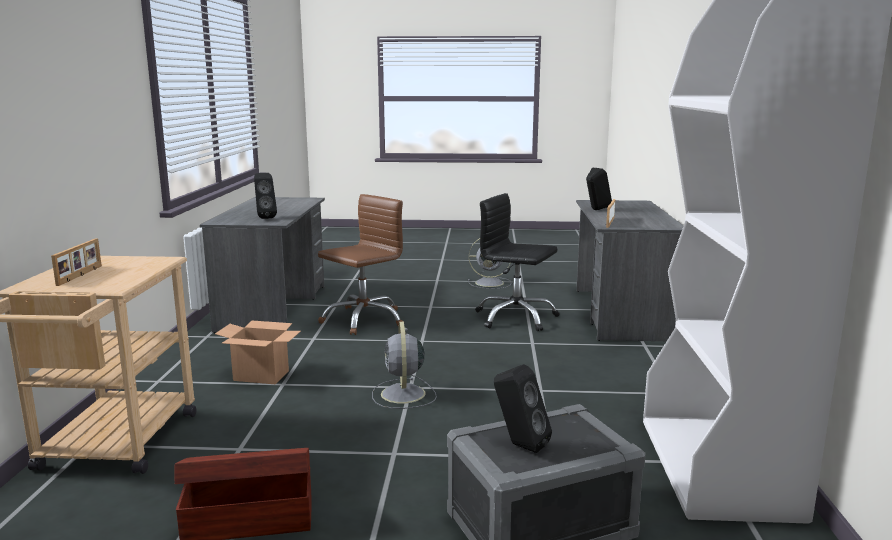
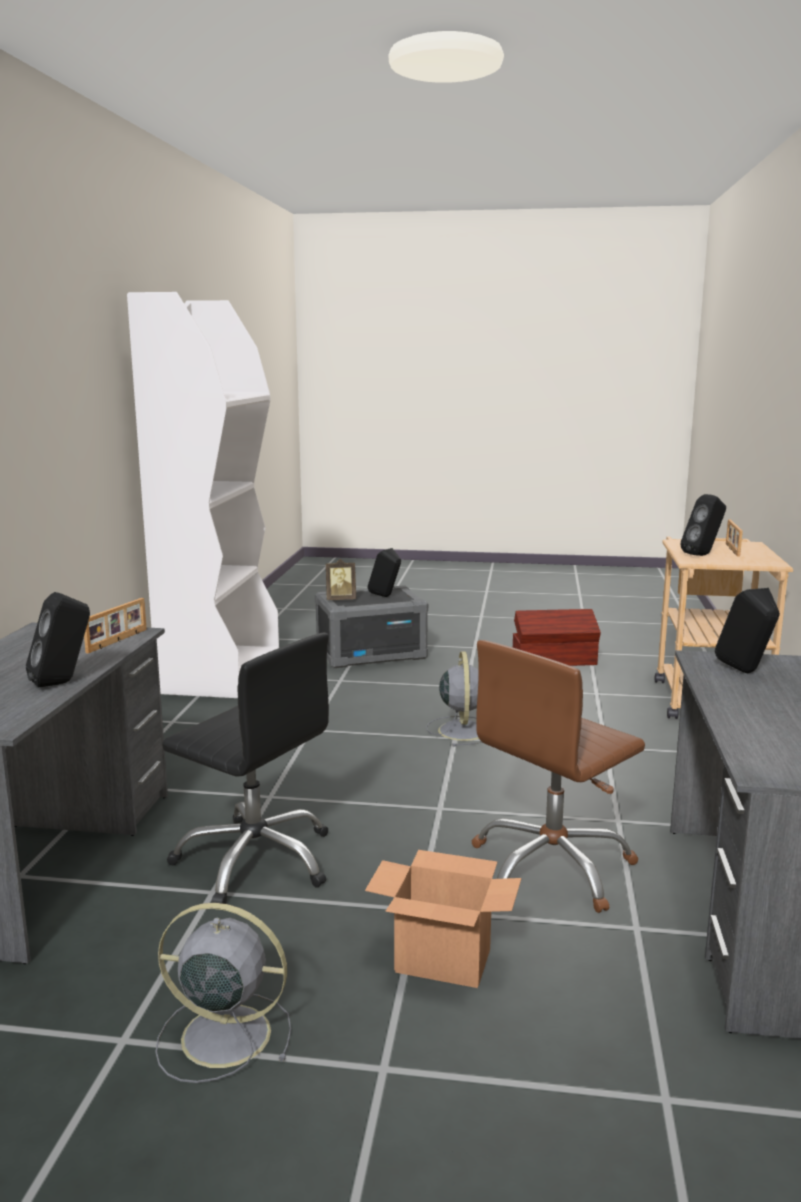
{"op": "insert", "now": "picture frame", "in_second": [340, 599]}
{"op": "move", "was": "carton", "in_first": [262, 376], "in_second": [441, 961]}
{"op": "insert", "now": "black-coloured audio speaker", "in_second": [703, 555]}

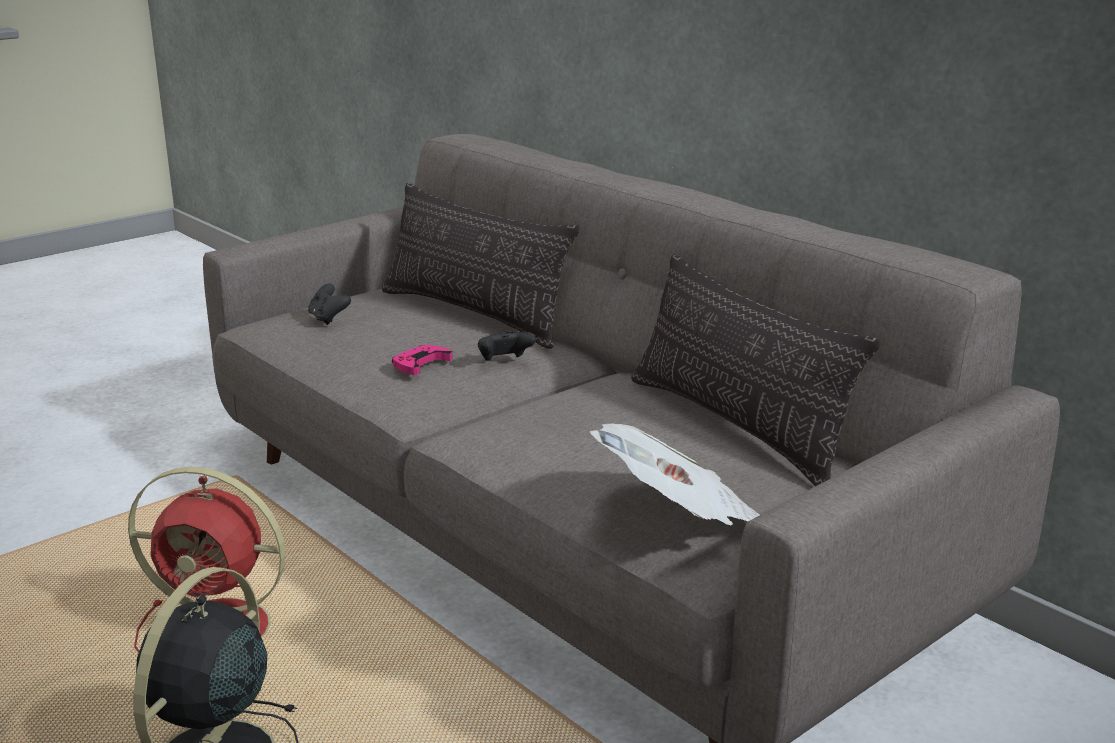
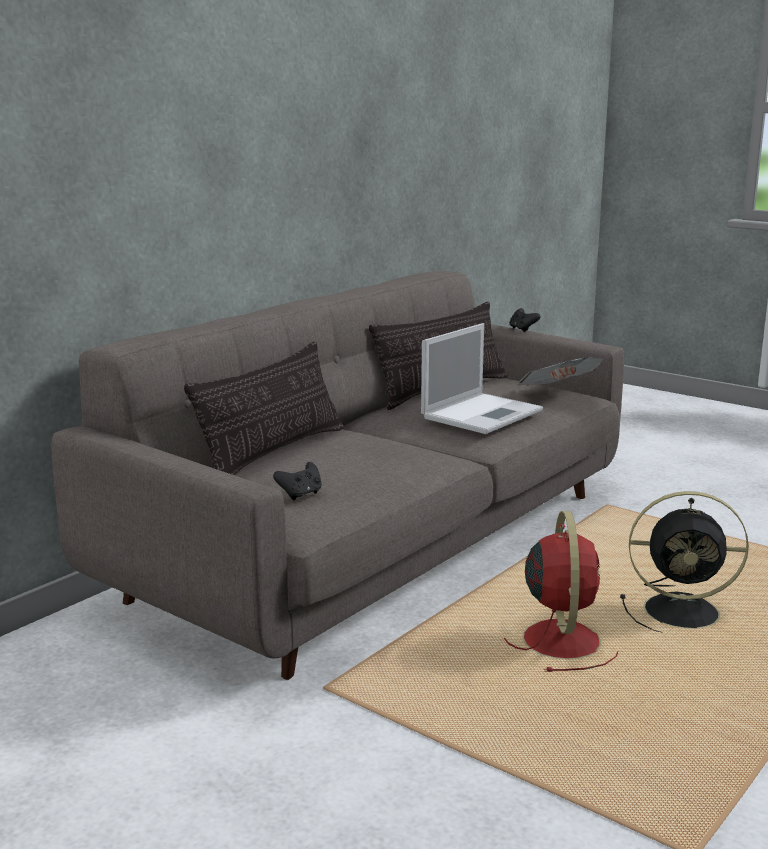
{"op": "insert", "now": "notebook computer", "in_second": [483, 413]}
{"op": "move", "was": "black-coloured joypad", "in_first": [505, 361], "in_second": [522, 330]}
{"op": "delete", "was": "pink-coloured joypad", "in_first": [420, 364]}

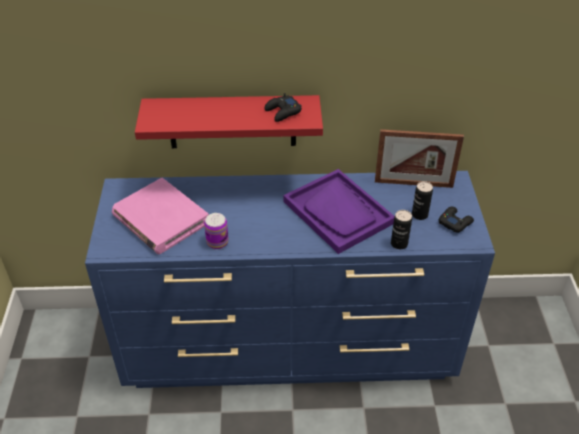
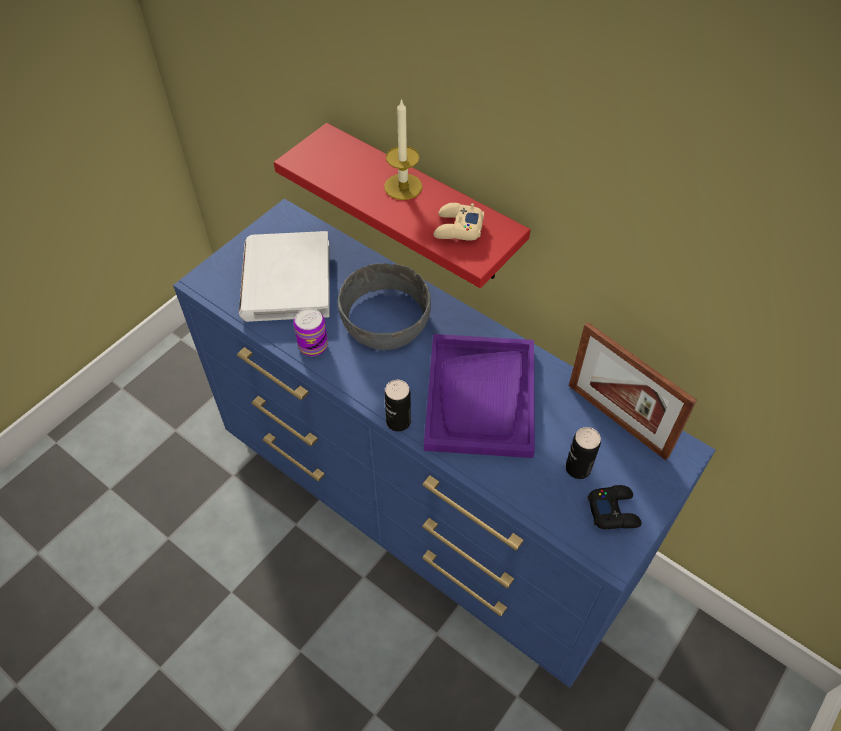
{"op": "recolor", "was": "pink-coloured book", "now": "whitish book", "in_first": [160, 219], "in_second": [286, 280]}
{"op": "insert", "now": "grey bowl", "in_second": [385, 320]}
{"op": "insert", "now": "wax candle", "in_second": [403, 187]}
{"op": "move", "was": "metal can", "in_first": [399, 244], "in_second": [398, 421]}
{"op": "recolor", "was": "black-coloured joypad", "now": "sand-coloured joypad", "in_first": [283, 112], "in_second": [457, 228]}

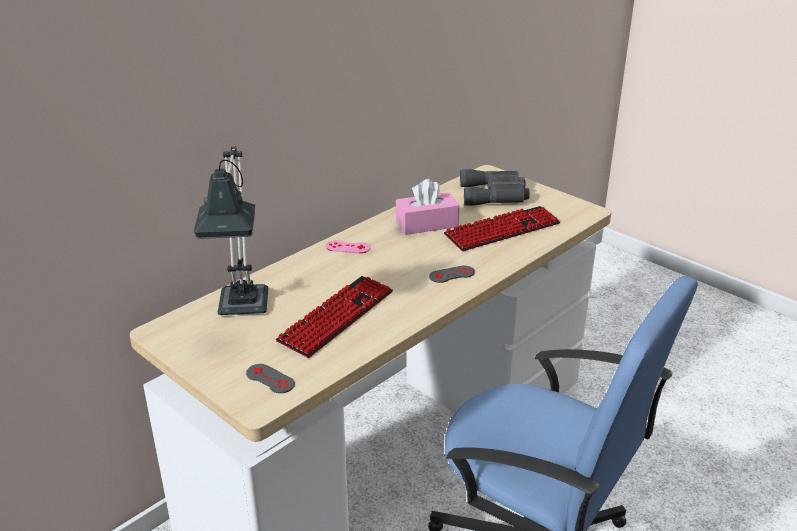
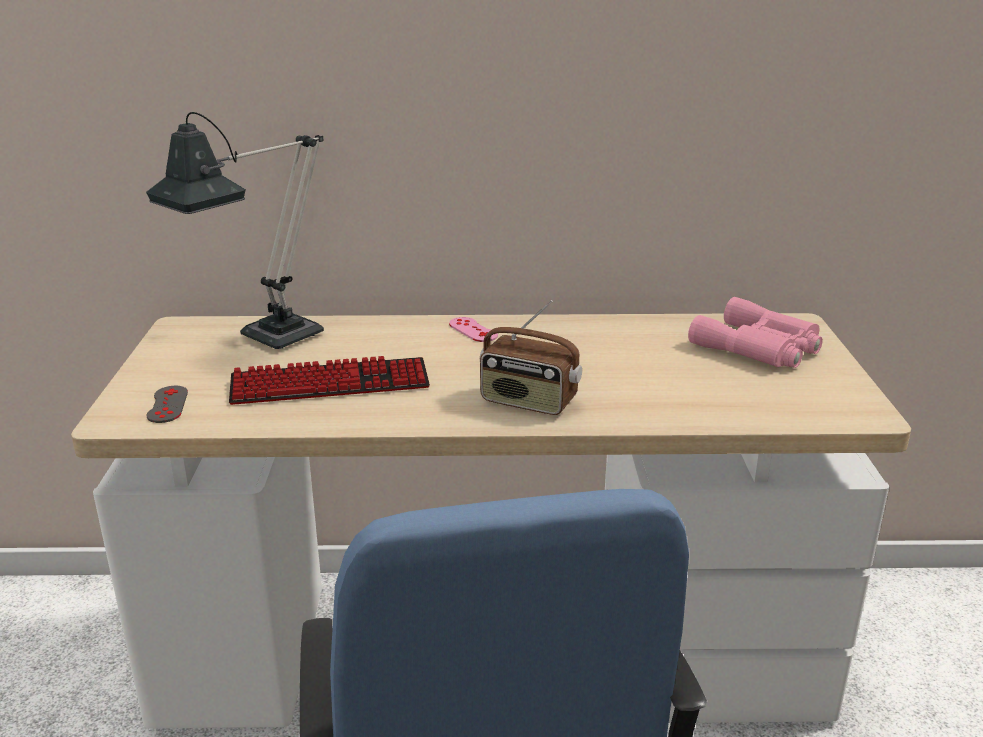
{"op": "replace", "was": "grey joypad", "now": "radio", "in_first": [452, 274], "in_second": [528, 402]}
{"op": "recolor", "was": "grey binoculars", "now": "pink-coloured binoculars", "in_first": [495, 194], "in_second": [759, 347]}
{"op": "delete", "was": "pink-coloured tissue holder", "in_first": [427, 224]}
{"op": "delete", "was": "PC keyboard", "in_first": [502, 230]}

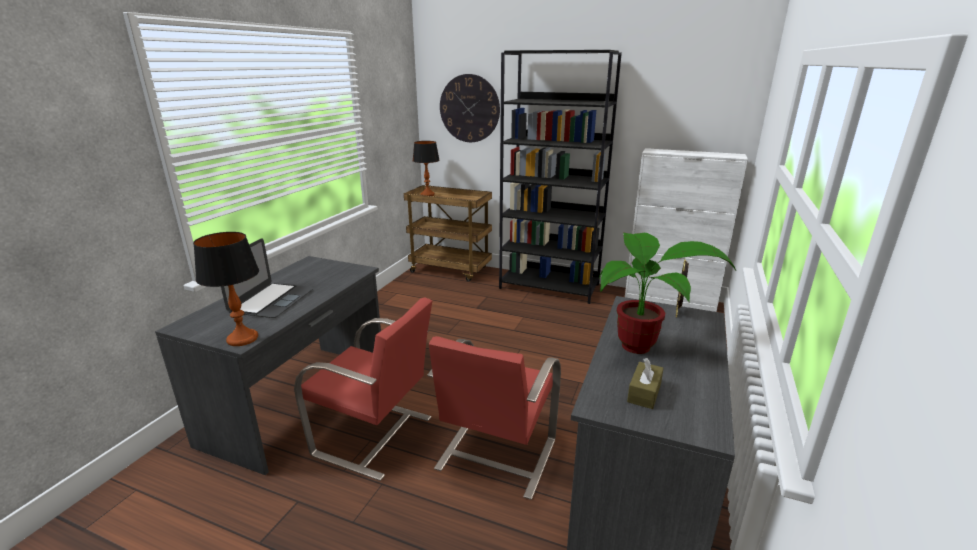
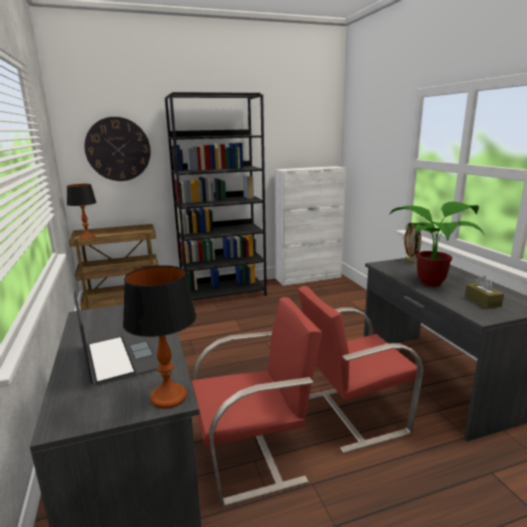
{"op": "rotate", "was": "red-coloured chair", "in_first": [495, 455], "in_second": [352, 414], "clockwise": 90}

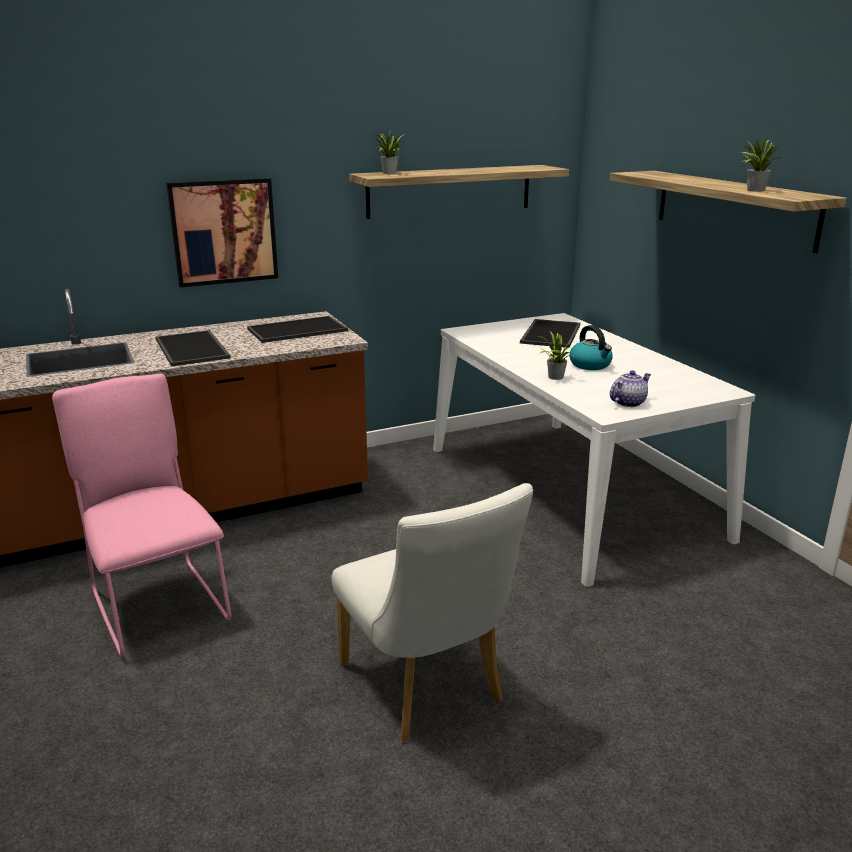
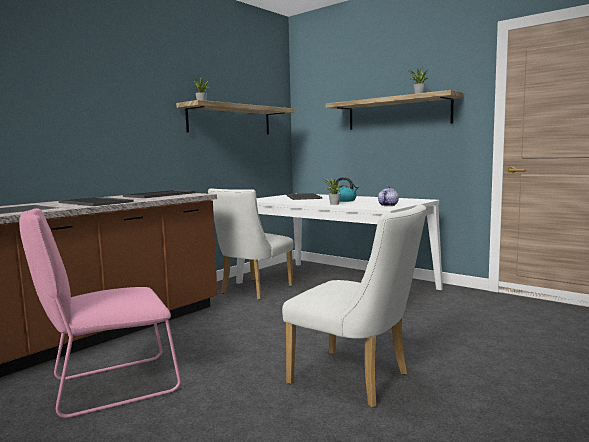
{"op": "rotate", "was": "pink-coloured chair", "in_first": [157, 603], "in_second": [109, 387], "clockwise": -60}
{"op": "insert", "now": "whitish chair", "in_second": [253, 291]}
{"op": "delete", "was": "picture", "in_first": [223, 231]}

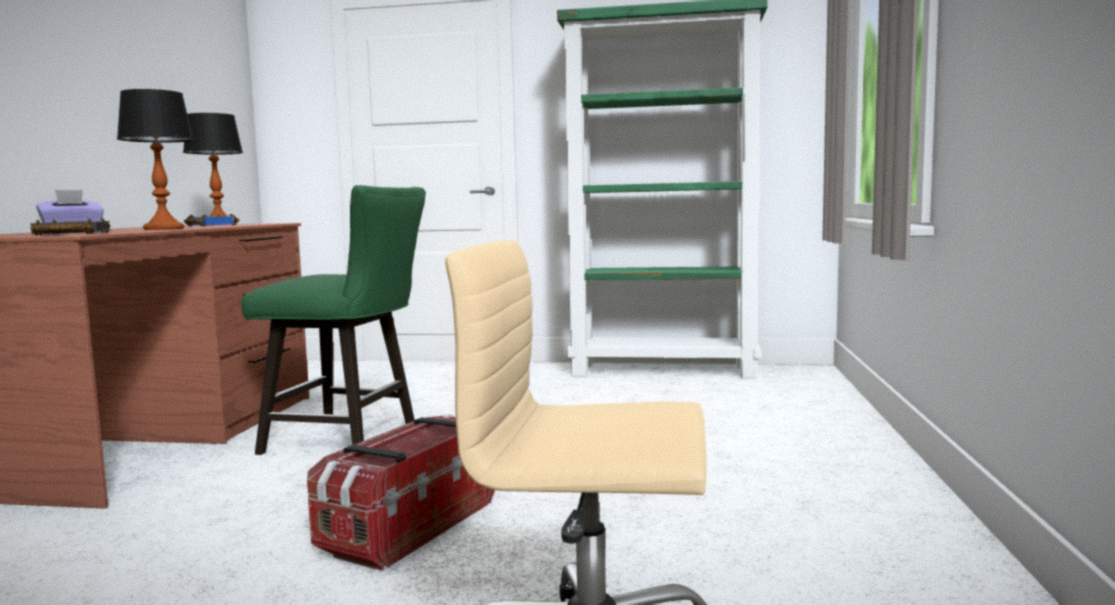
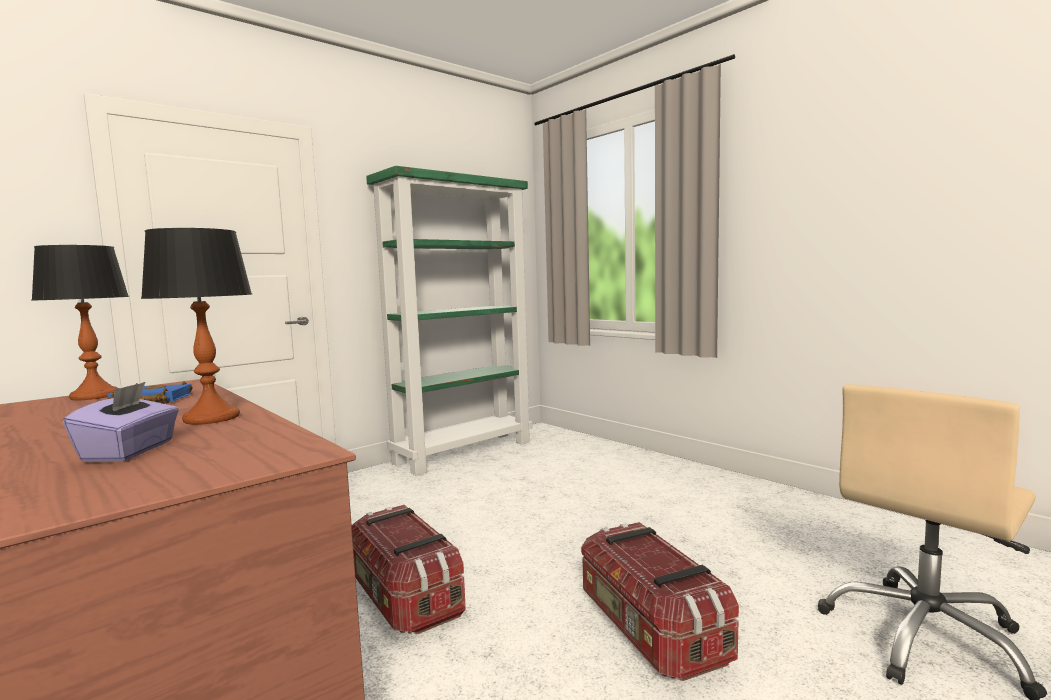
{"op": "replace", "was": "green-coloured chair", "now": "storage bin", "in_first": [351, 439], "in_second": [403, 596]}
{"op": "delete", "was": "black-coloured book", "in_first": [69, 234]}

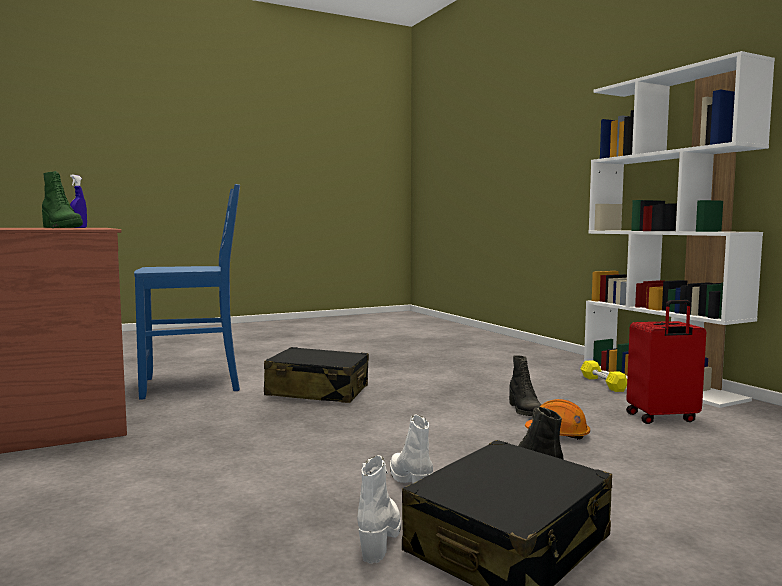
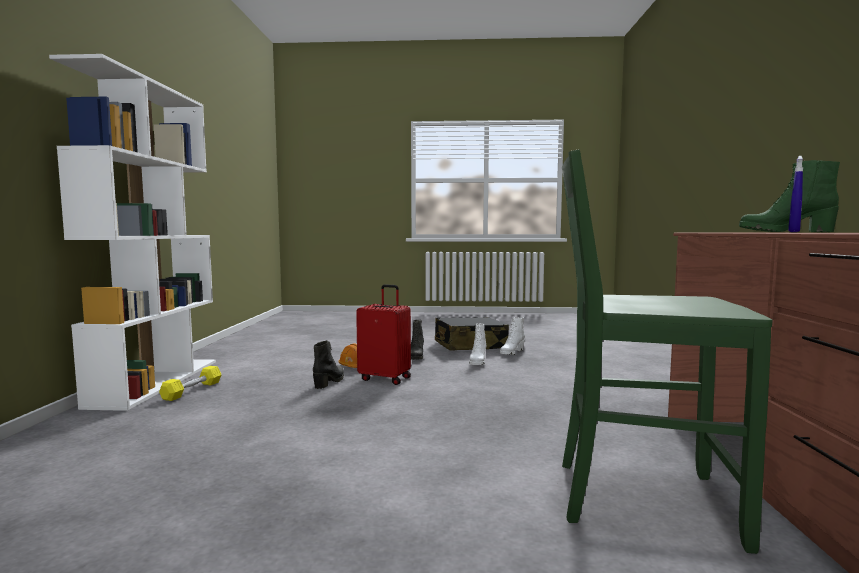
{"op": "move", "was": "red-coloured suitcase", "in_first": [662, 418], "in_second": [385, 378]}
{"op": "recolor", "was": "bluish chair", "now": "green-coloured chair", "in_first": [193, 385], "in_second": [639, 499]}
{"op": "rotate", "was": "green-coloured high-top boot", "in_first": [61, 228], "in_second": [785, 232], "clockwise": -45}
{"op": "delete", "was": "black-coloured suitcase", "in_first": [318, 391]}

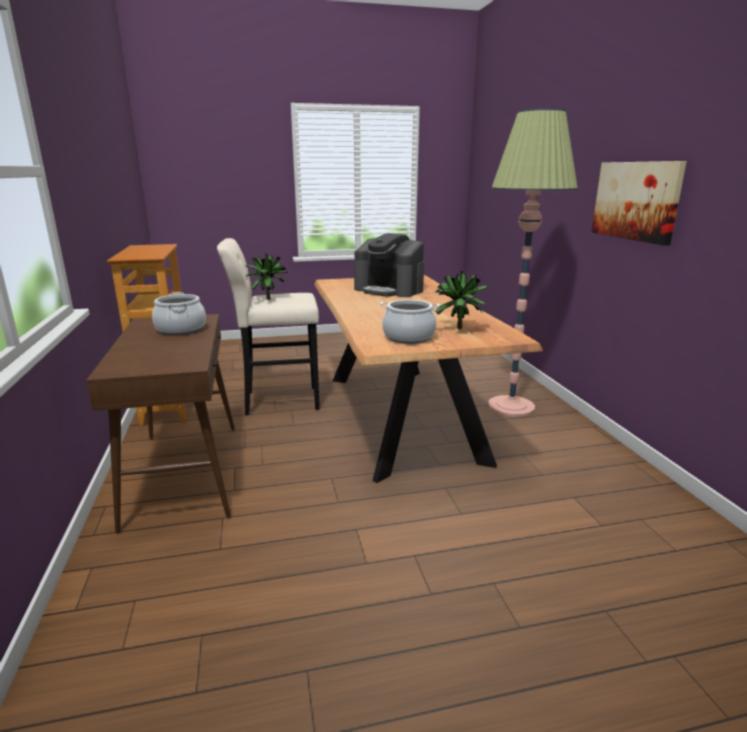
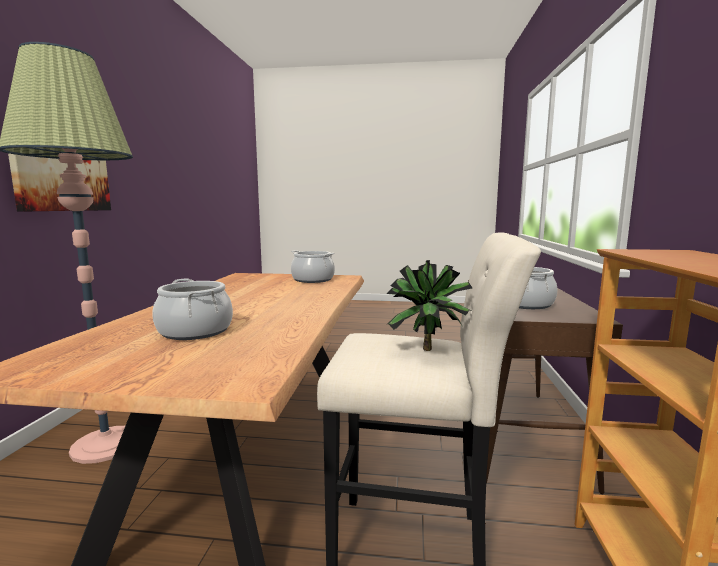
{"op": "replace", "was": "coffee brewer", "now": "saucepot", "in_first": [389, 290], "in_second": [195, 331]}
{"op": "delete", "was": "potted plant", "in_first": [459, 329]}

